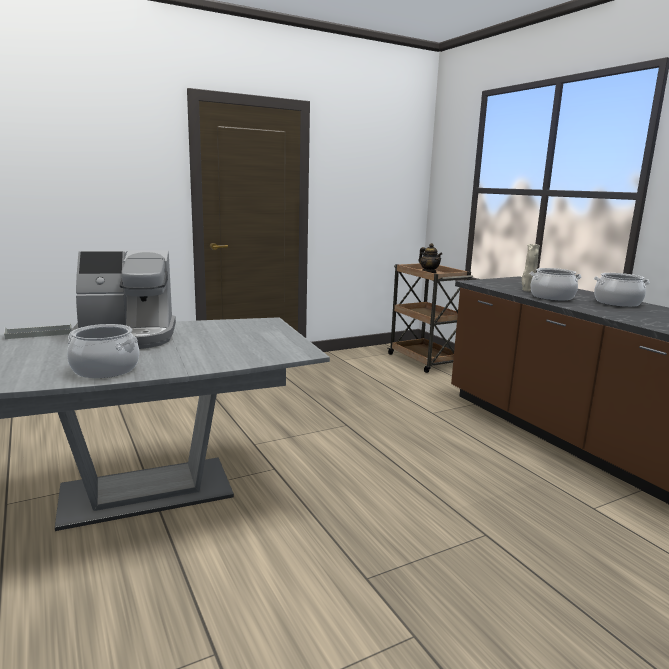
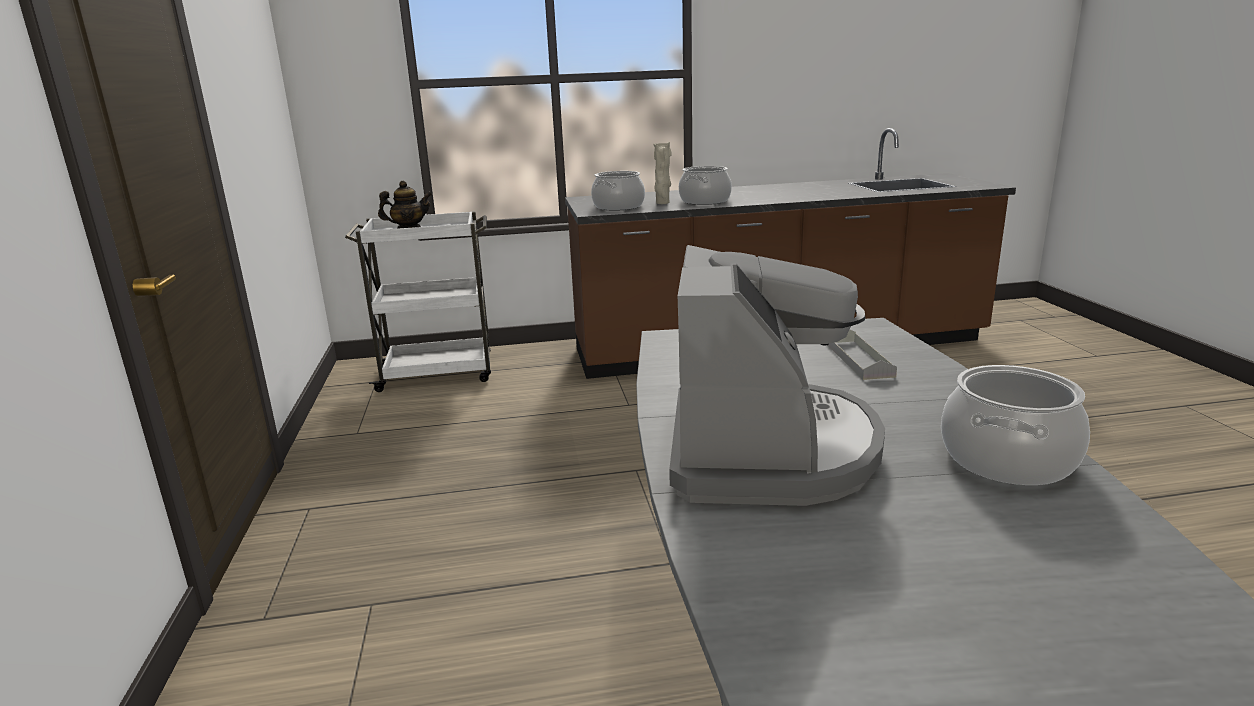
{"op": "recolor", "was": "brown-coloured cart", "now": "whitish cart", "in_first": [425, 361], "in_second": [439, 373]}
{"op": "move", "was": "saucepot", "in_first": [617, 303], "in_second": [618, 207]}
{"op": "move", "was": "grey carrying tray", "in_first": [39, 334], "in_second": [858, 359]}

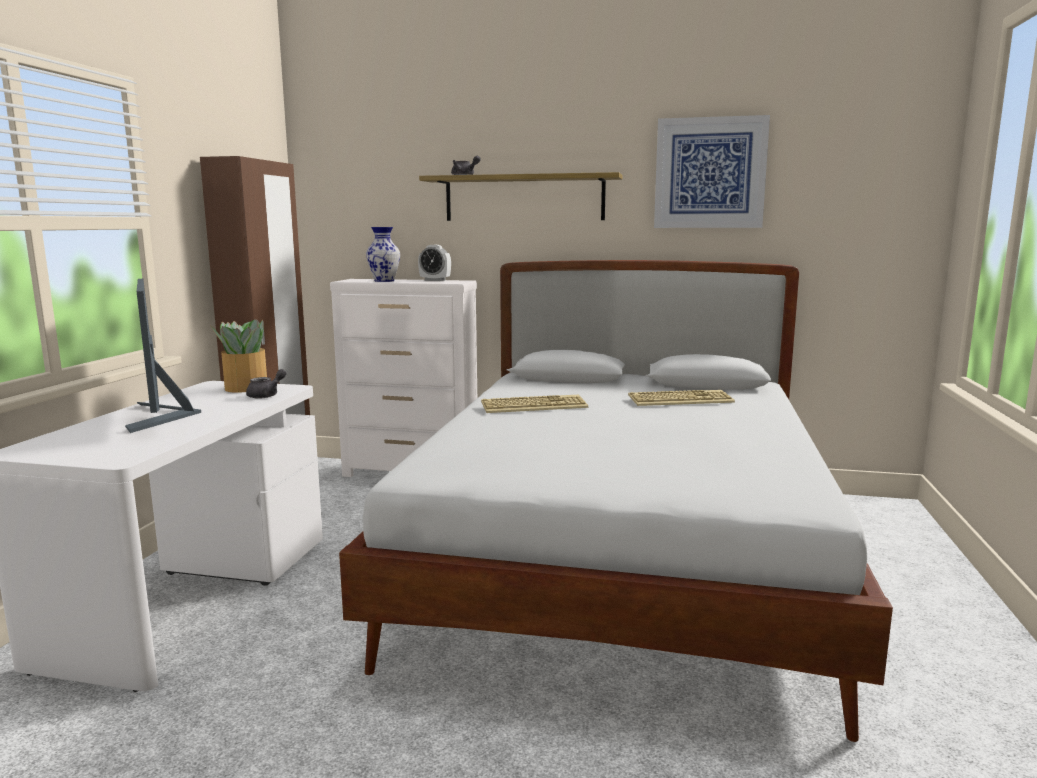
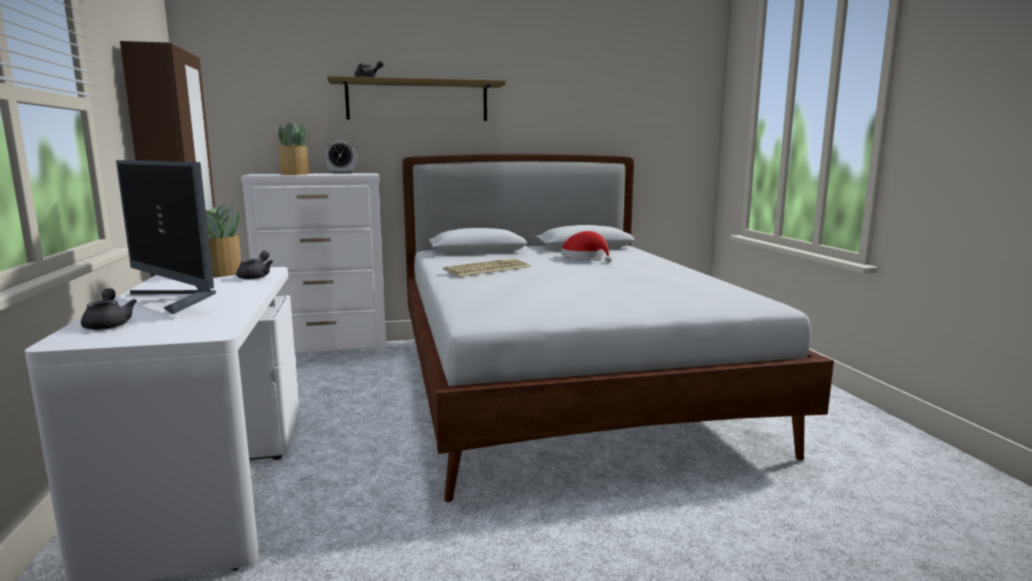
{"op": "insert", "now": "grey pot for tea", "in_second": [108, 324]}
{"op": "replace", "was": "decorative vase", "now": "potted plant", "in_first": [384, 281], "in_second": [295, 174]}
{"op": "replace", "was": "PC keyboard", "now": "red-coloured hat", "in_first": [680, 399], "in_second": [585, 257]}
{"op": "delete", "was": "picture", "in_first": [710, 173]}

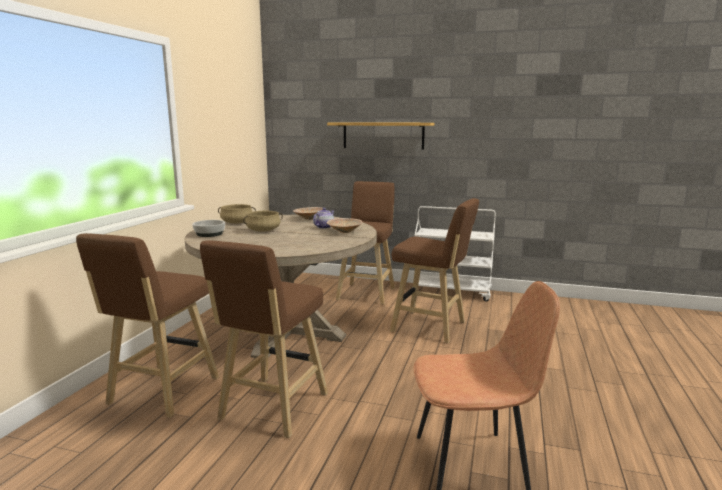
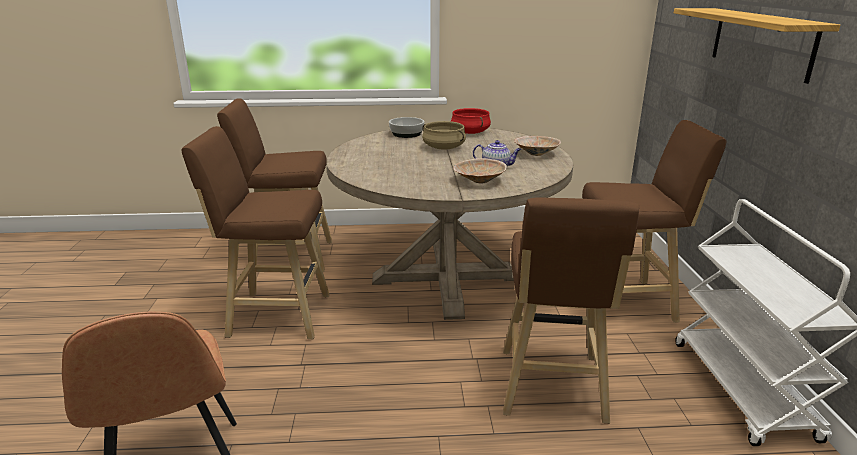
{"op": "recolor", "was": "sand-coloured saucepot", "now": "red-coloured saucepot", "in_first": [237, 222], "in_second": [470, 132]}

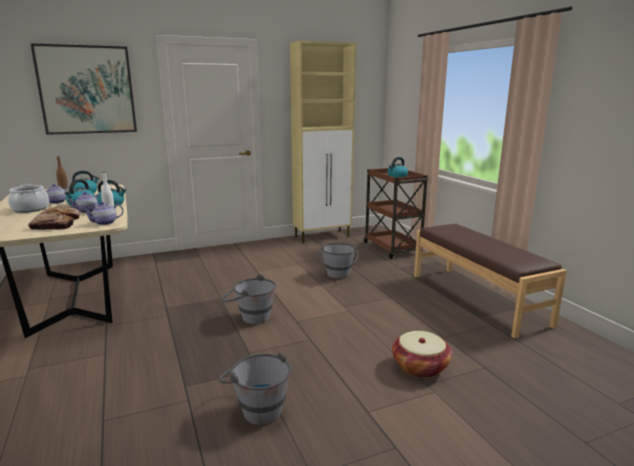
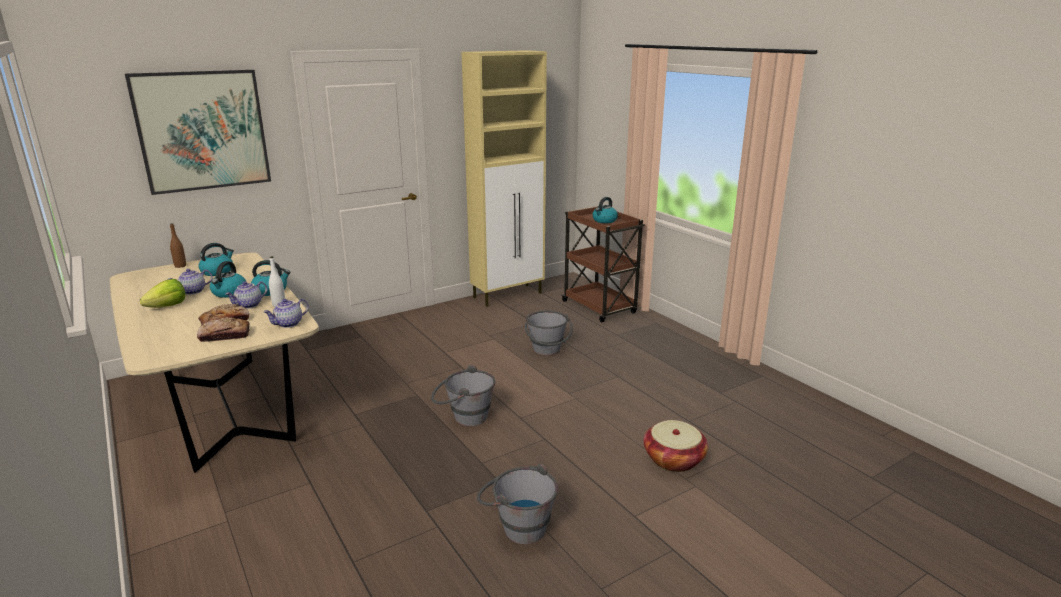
{"op": "replace", "was": "saucepot", "now": "lettuce", "in_first": [30, 209], "in_second": [167, 306]}
{"op": "delete", "was": "brown-coloured long seat", "in_first": [477, 298]}

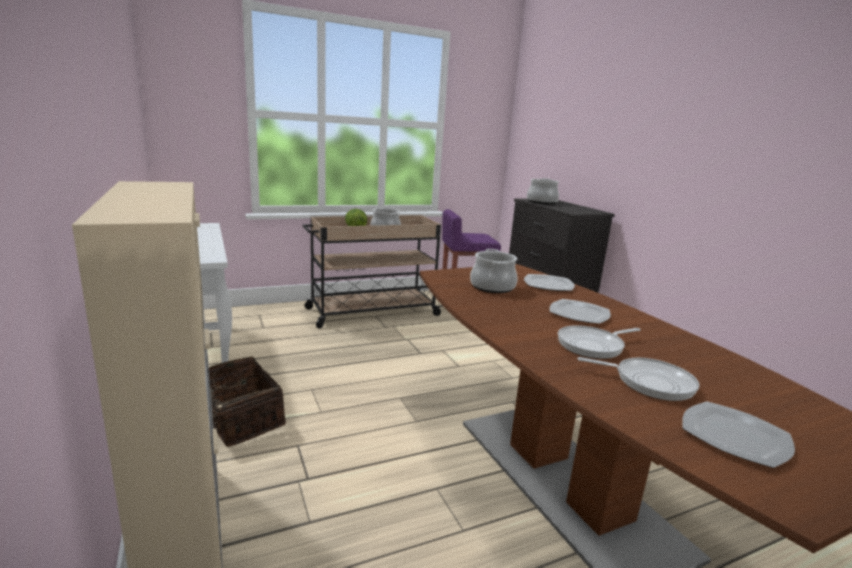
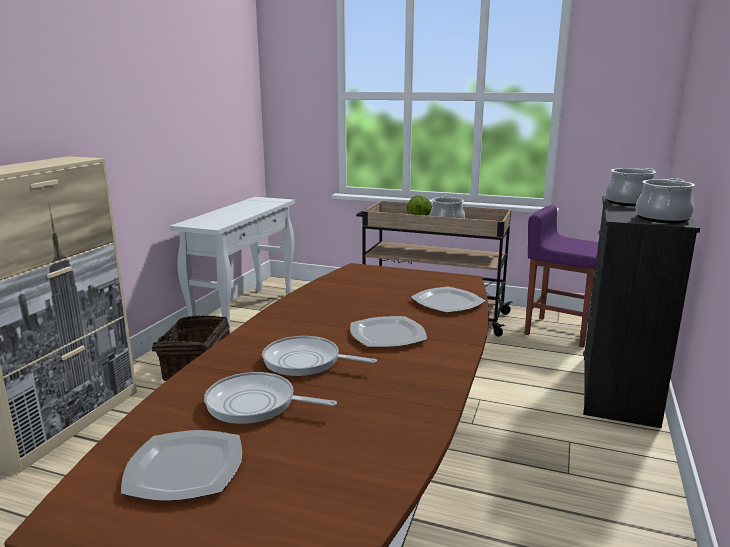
{"op": "rotate", "was": "pan", "in_first": [649, 382], "in_second": [256, 404], "clockwise": 135}
{"op": "move", "was": "saucepot", "in_first": [492, 287], "in_second": [662, 218]}

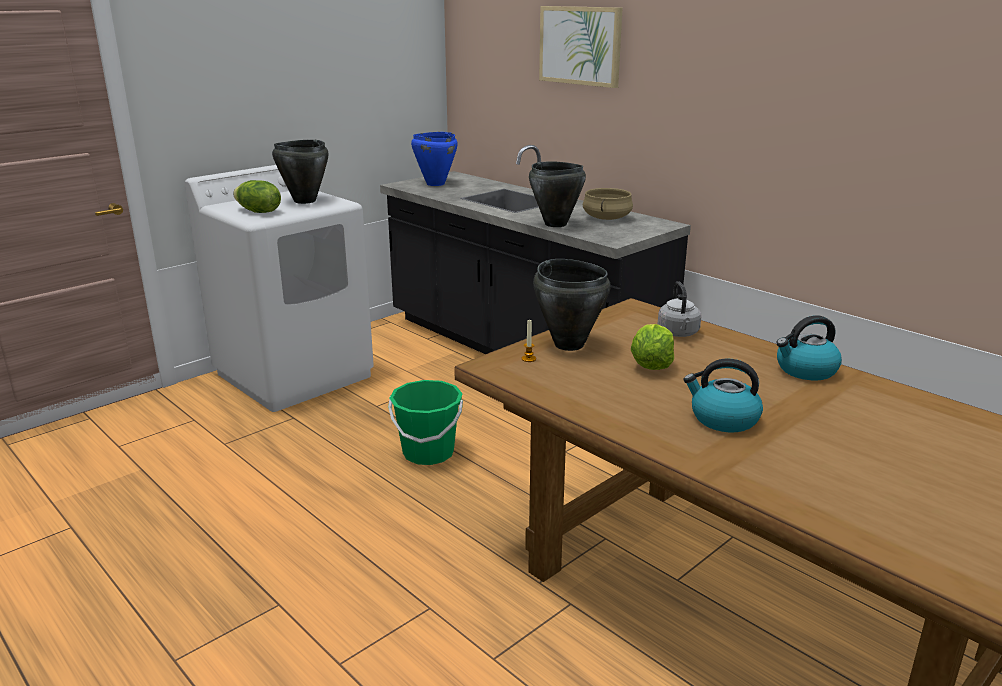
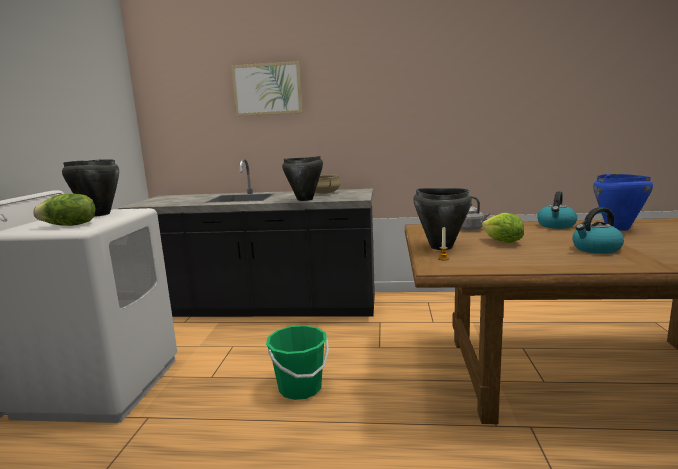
{"op": "move", "was": "bluish saucepot", "in_first": [435, 184], "in_second": [617, 228]}

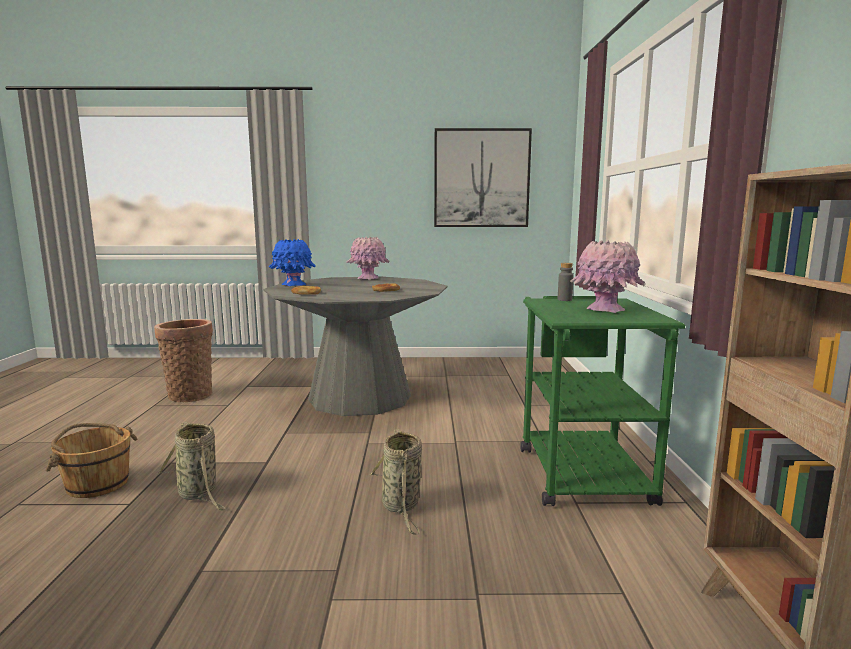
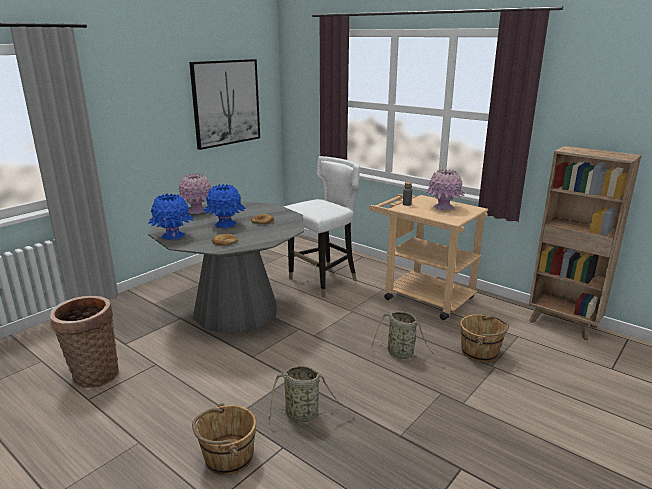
{"op": "insert", "now": "bluish decorative vase", "in_second": [225, 224]}
{"op": "insert", "now": "whitish chair", "in_second": [323, 281]}
{"op": "recolor", "was": "green-coloured cart", "now": "sand-coloured cart", "in_first": [578, 469], "in_second": [421, 296]}
{"op": "insert", "now": "brown-coloured bucket", "in_second": [480, 352]}

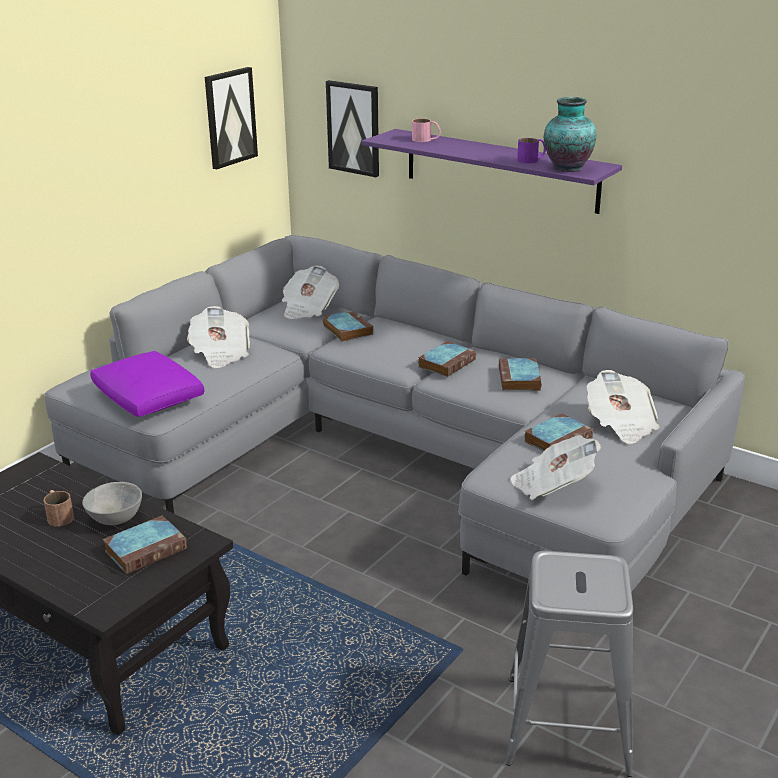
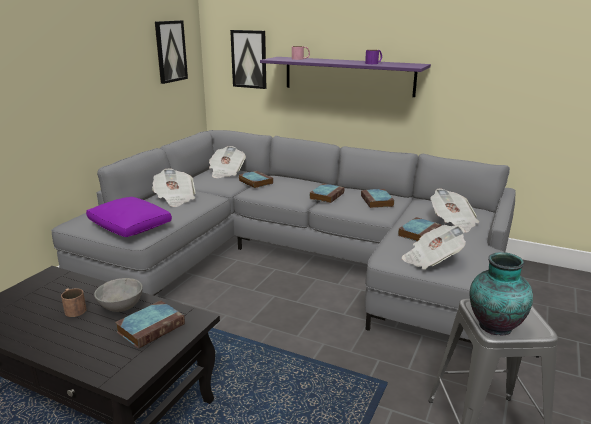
{"op": "move", "was": "decorative vase", "in_first": [566, 168], "in_second": [494, 327]}

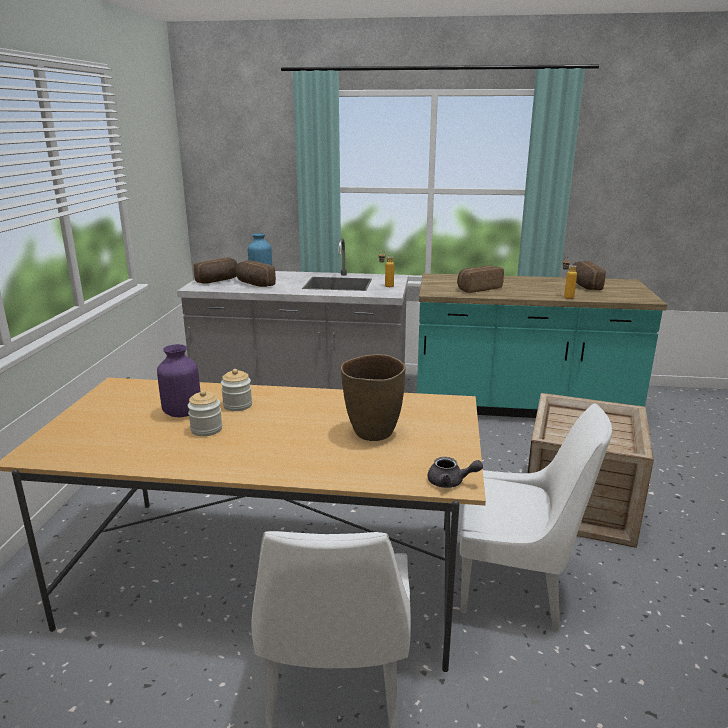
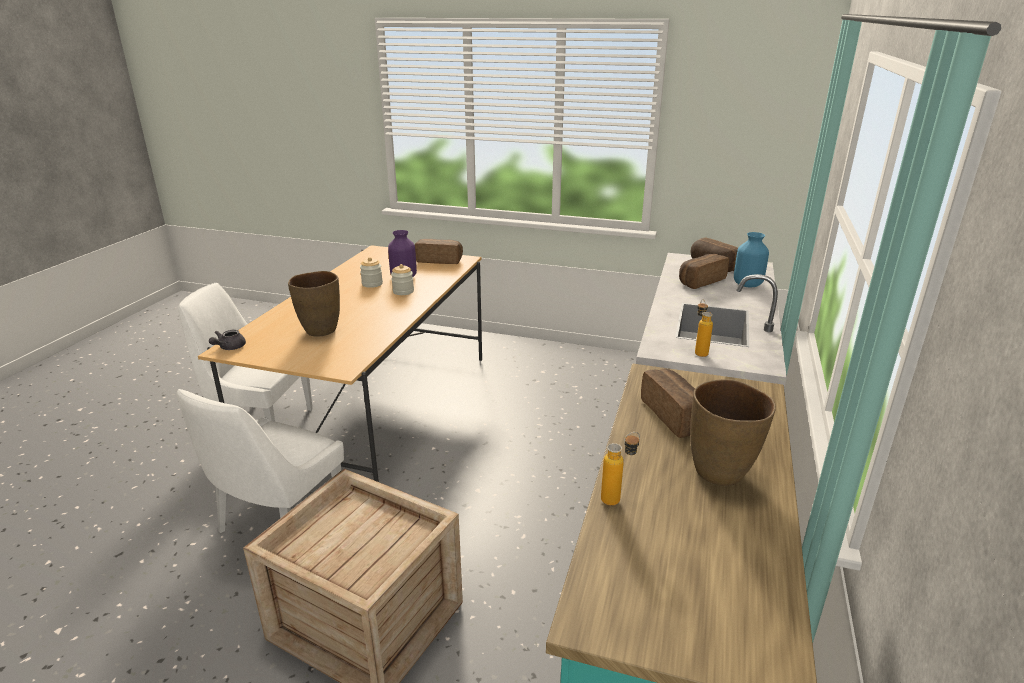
{"op": "move", "was": "bakery bread", "in_first": [583, 285], "in_second": [439, 260]}
{"op": "insert", "now": "brown-coloured decorative vase", "in_second": [720, 472]}

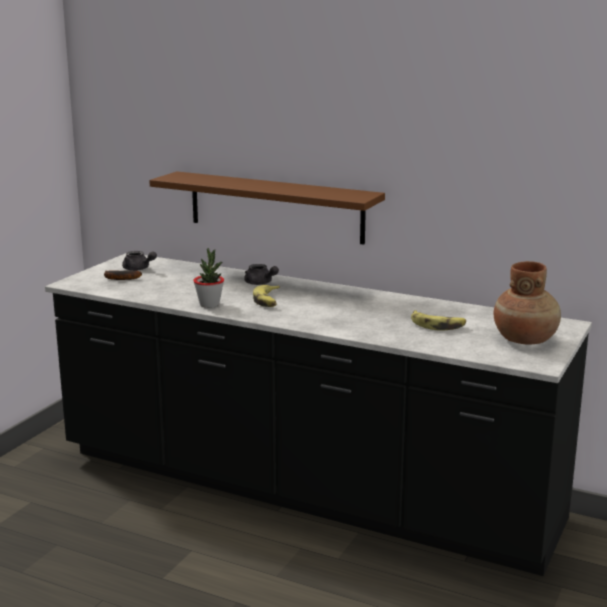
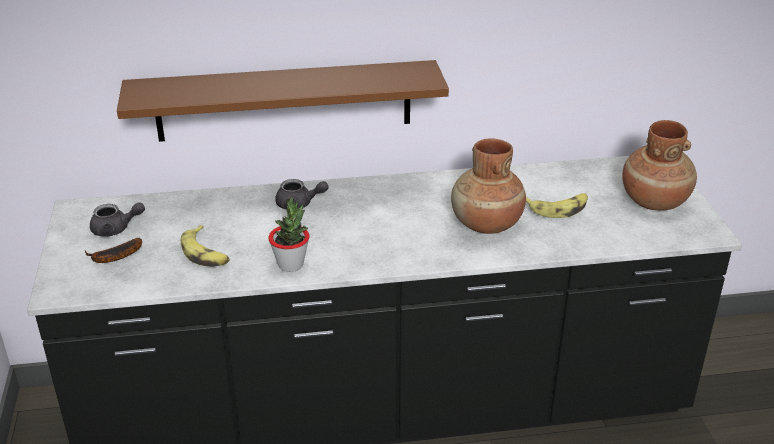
{"op": "move", "was": "whole banana", "in_first": [268, 301], "in_second": [205, 253]}
{"op": "insert", "now": "brown-coloured decorative vase", "in_second": [486, 224]}

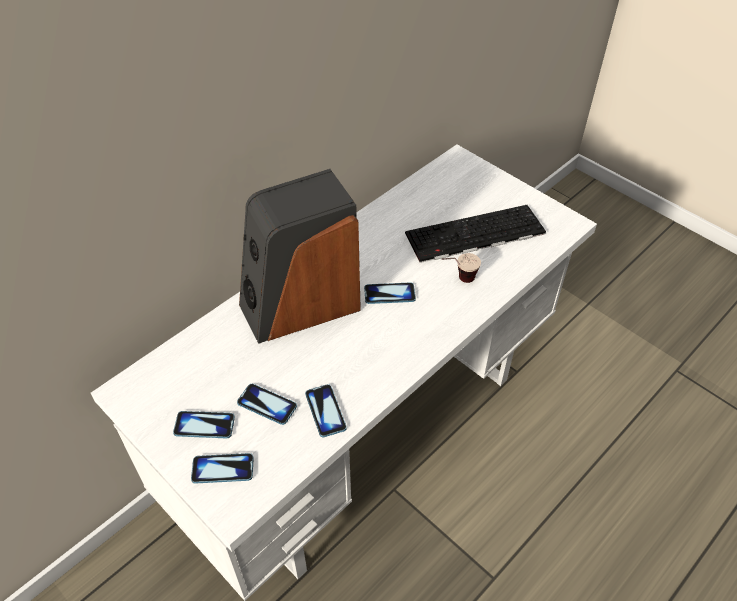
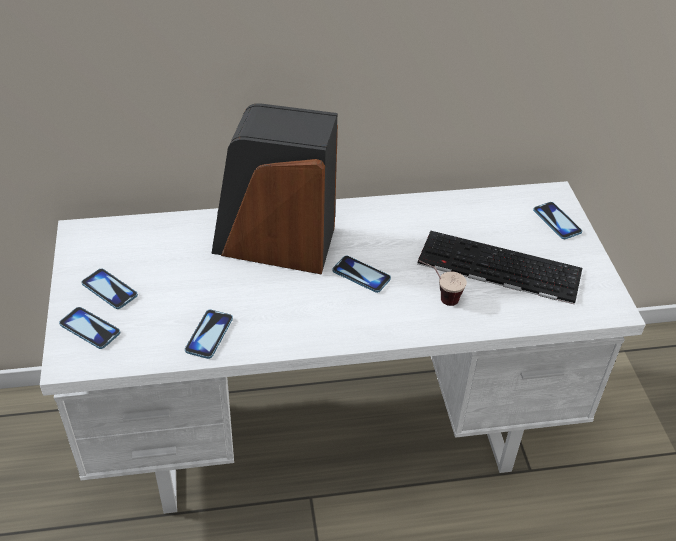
{"op": "move", "was": "telephone", "in_first": [267, 405], "in_second": [557, 221]}

